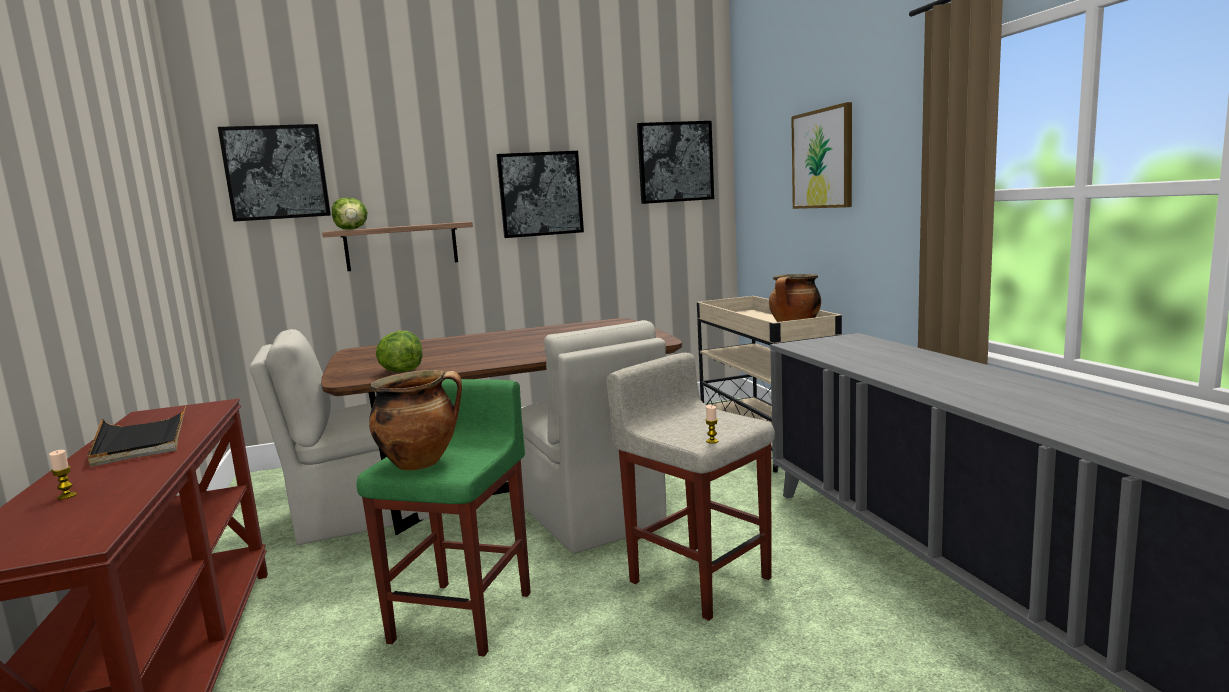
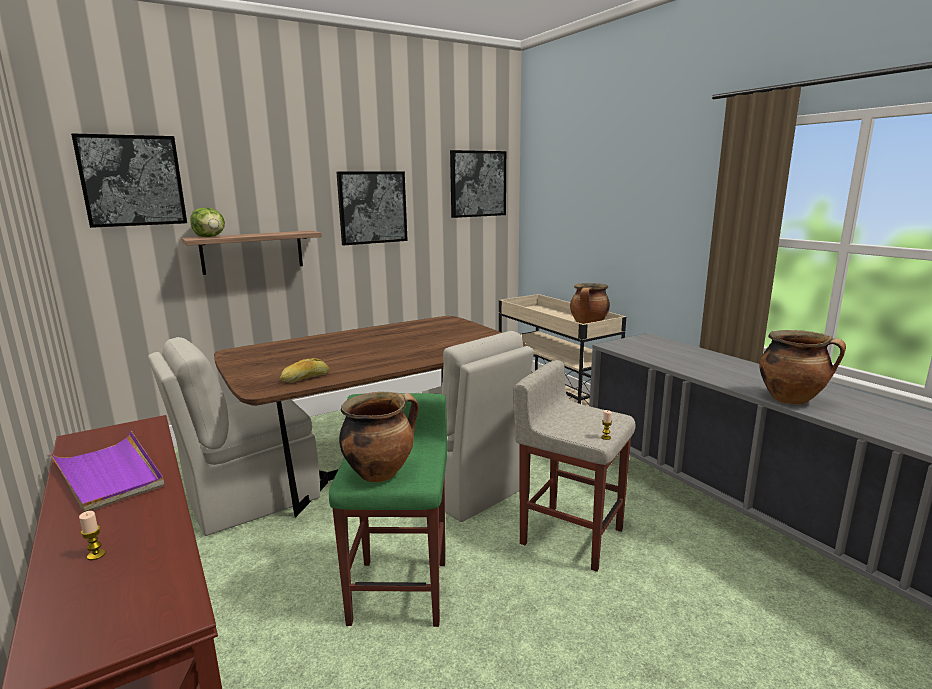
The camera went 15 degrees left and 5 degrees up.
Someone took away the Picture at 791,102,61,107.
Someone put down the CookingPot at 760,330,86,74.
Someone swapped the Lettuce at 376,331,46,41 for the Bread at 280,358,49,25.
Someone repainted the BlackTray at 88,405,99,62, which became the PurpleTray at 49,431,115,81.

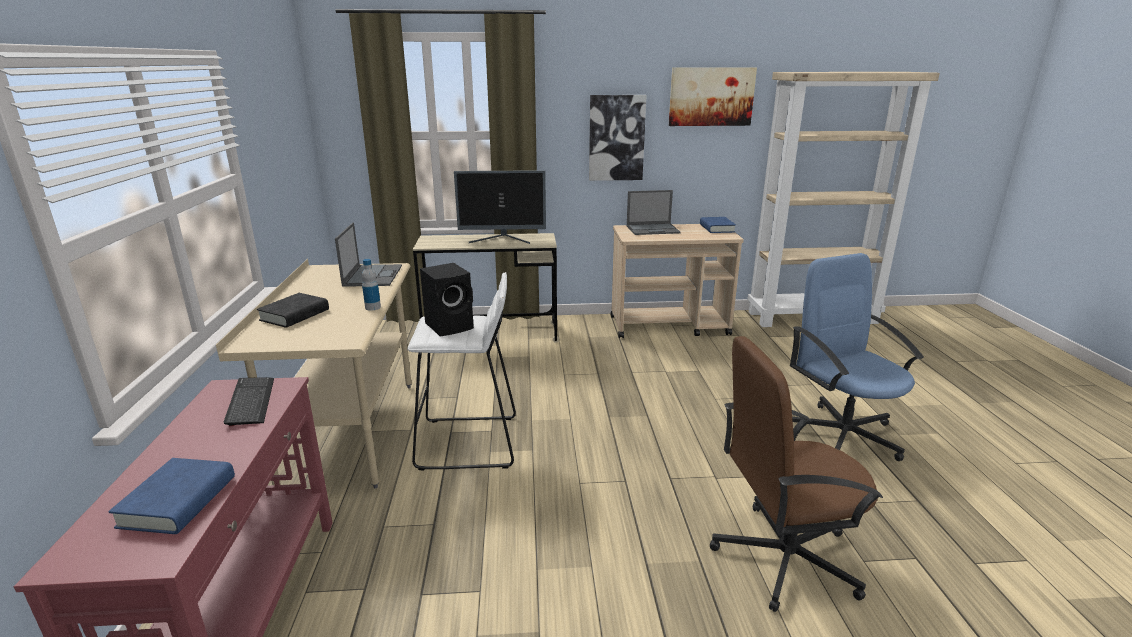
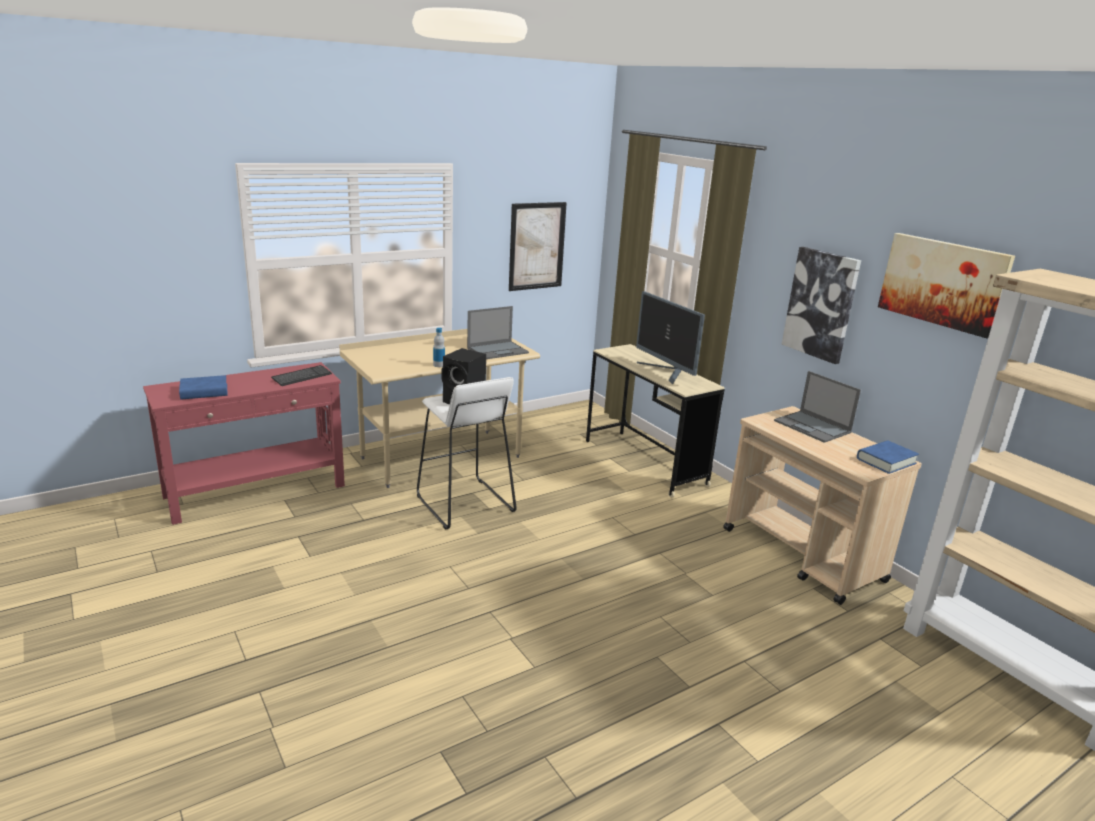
The camera went 60 degrees right and 0 degrees up.
Someone took away the BlackBook at 257,293,72,35.
Someone took away the BrownOfficeChair at 710,336,173,276.
Someone took away the BlueOfficeChair at 790,253,134,208.
Someone put up the Picture at 509,202,58,89.

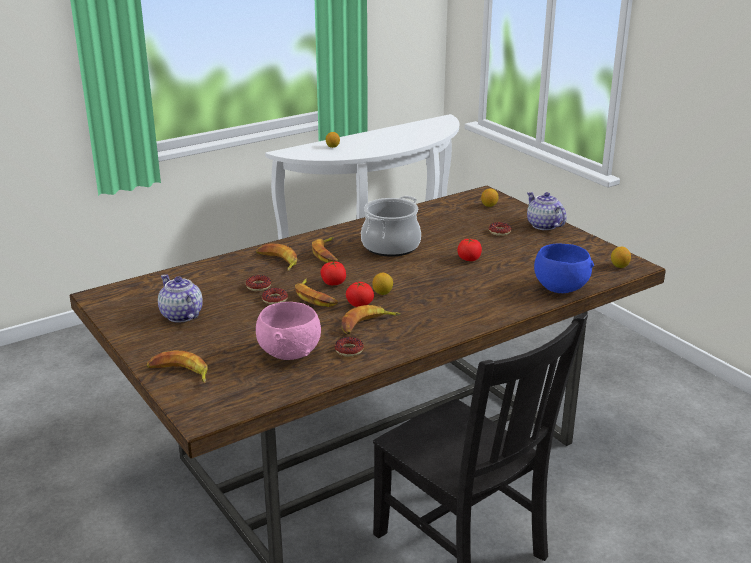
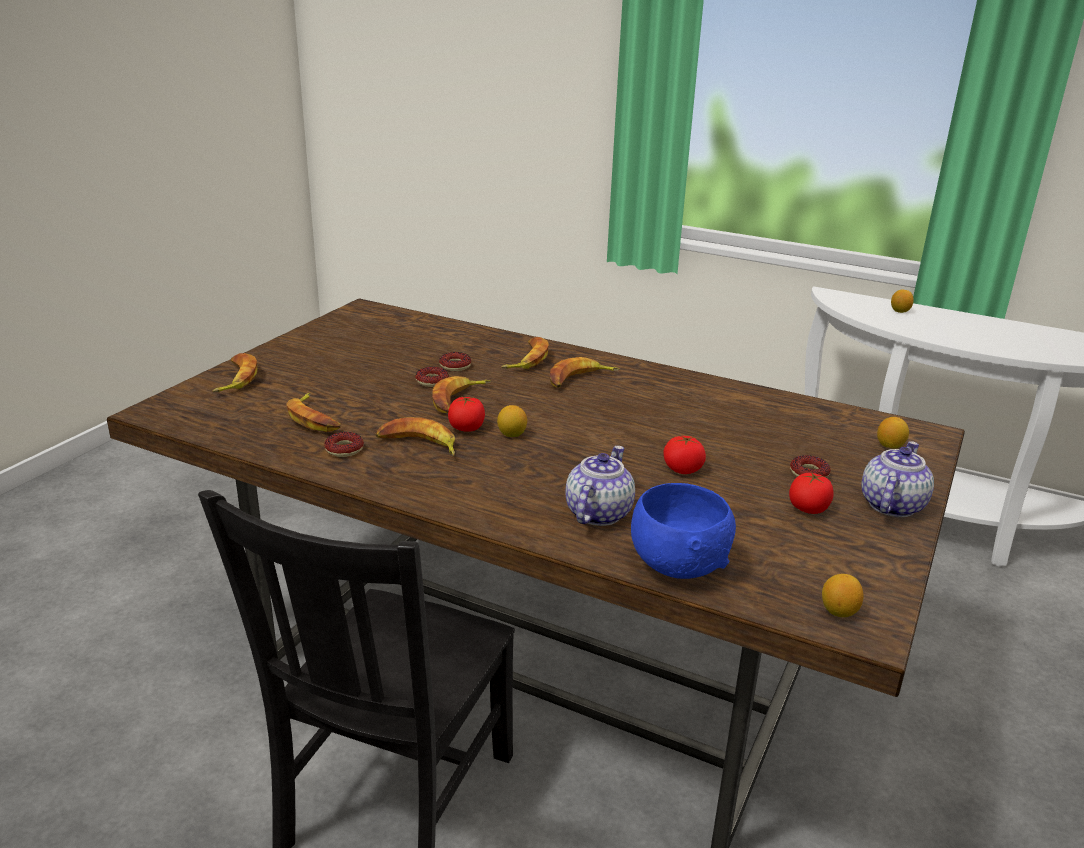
The camera went 60 degrees right and 0 degrees up.
Someone took away the CookingPot at 361,196,60,61.
Someone carried the Teapot from 158,274,45,49 to 565,446,70,80.
Someone carried the Tomato from 320,261,26,24 to 789,472,45,42.
Someone swapped the PinkBowl at 256,302,65,58 for the Banana at 287,393,53,39.

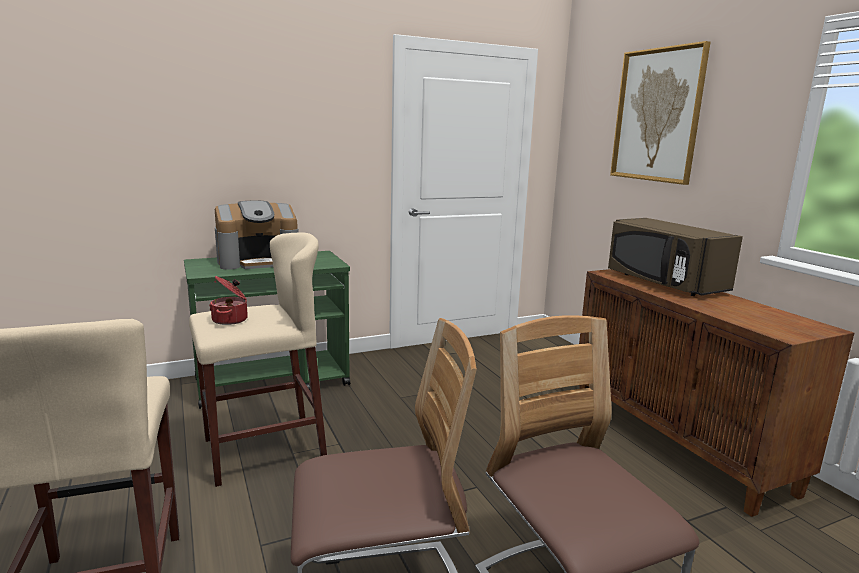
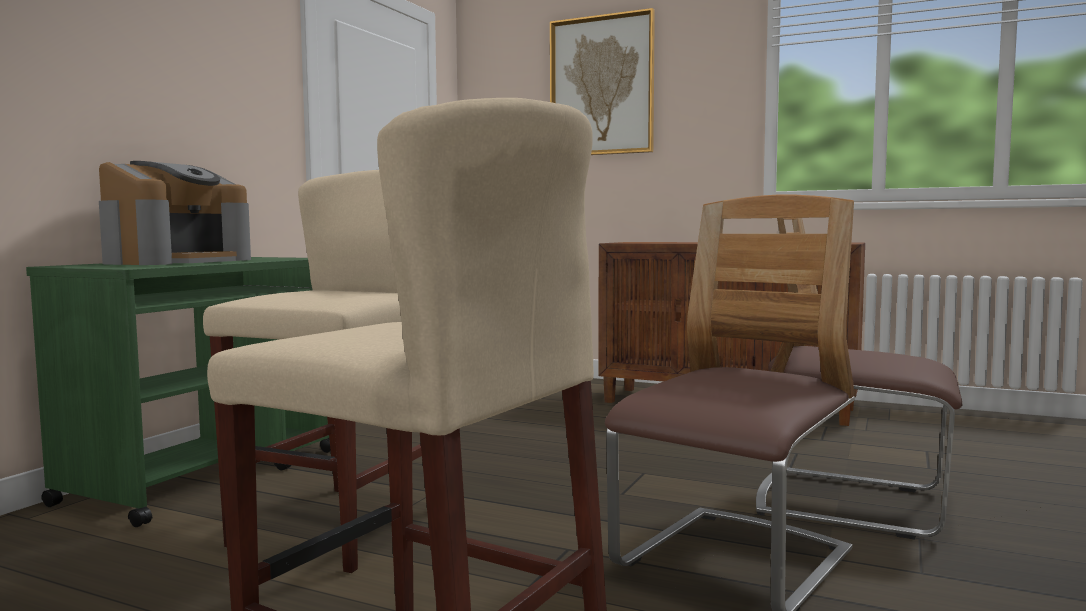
The camera went 40 degrees left and 10 degrees down.
Someone took away the CookingPot at 209,276,39,49.
Someone took away the BrownMicrowave at 608,218,135,78.

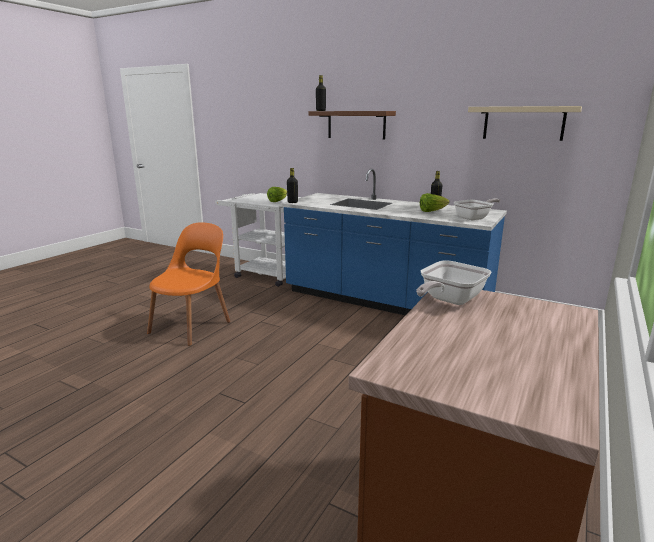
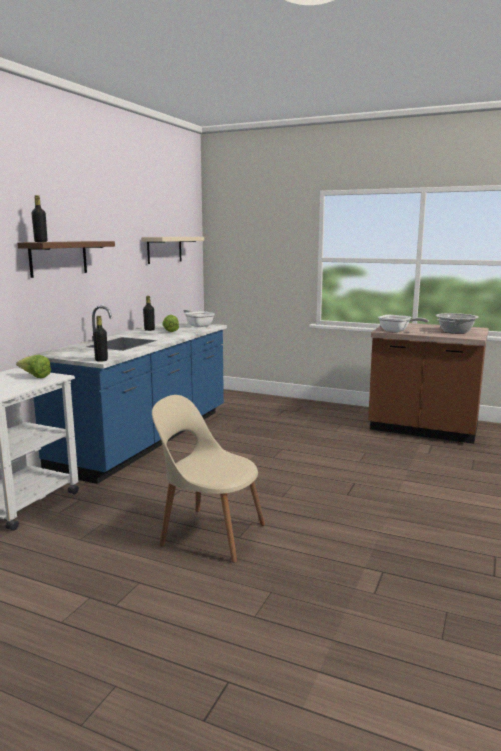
The camera went 95 degrees left and 5 degrees down.
Someone put down the CookingPot at 436,313,43,21.
Someone repainted the OrangeChair at 147,222,84,124, which became the BeigeChair at 152,395,113,168.

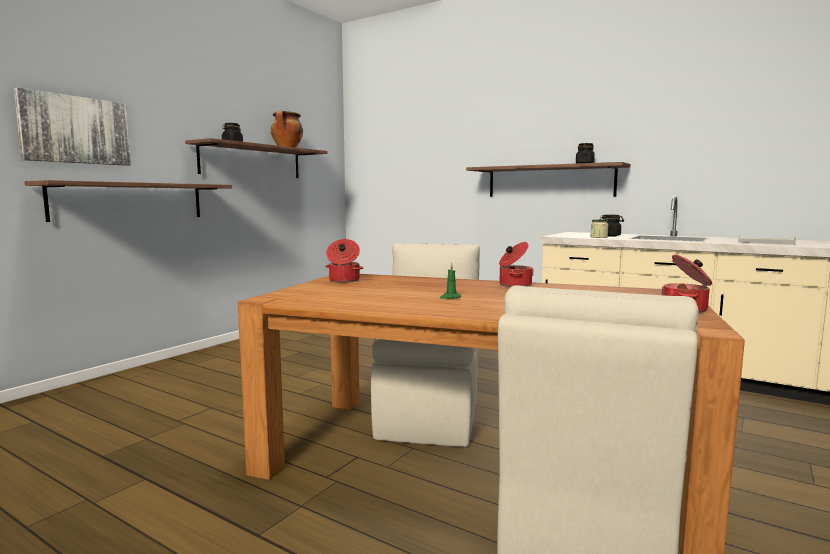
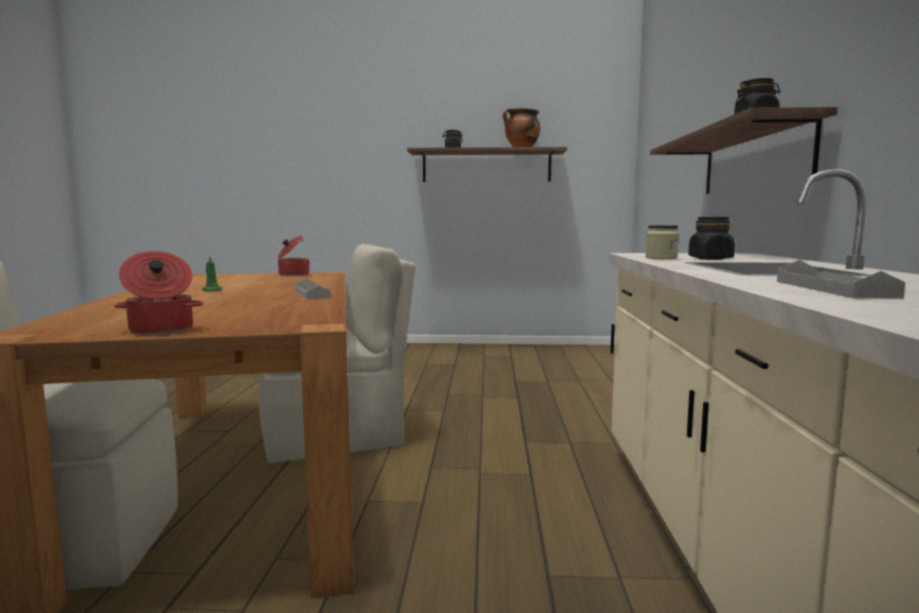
The camera went 60 degrees right and 0 degrees up.
Someone took away the Picture at 14,87,117,79.
Someone took away the Shelf at 24,180,208,42.
Someone swapped the CookingPot at 499,242,35,45 for the GreyTray at 295,279,36,21.

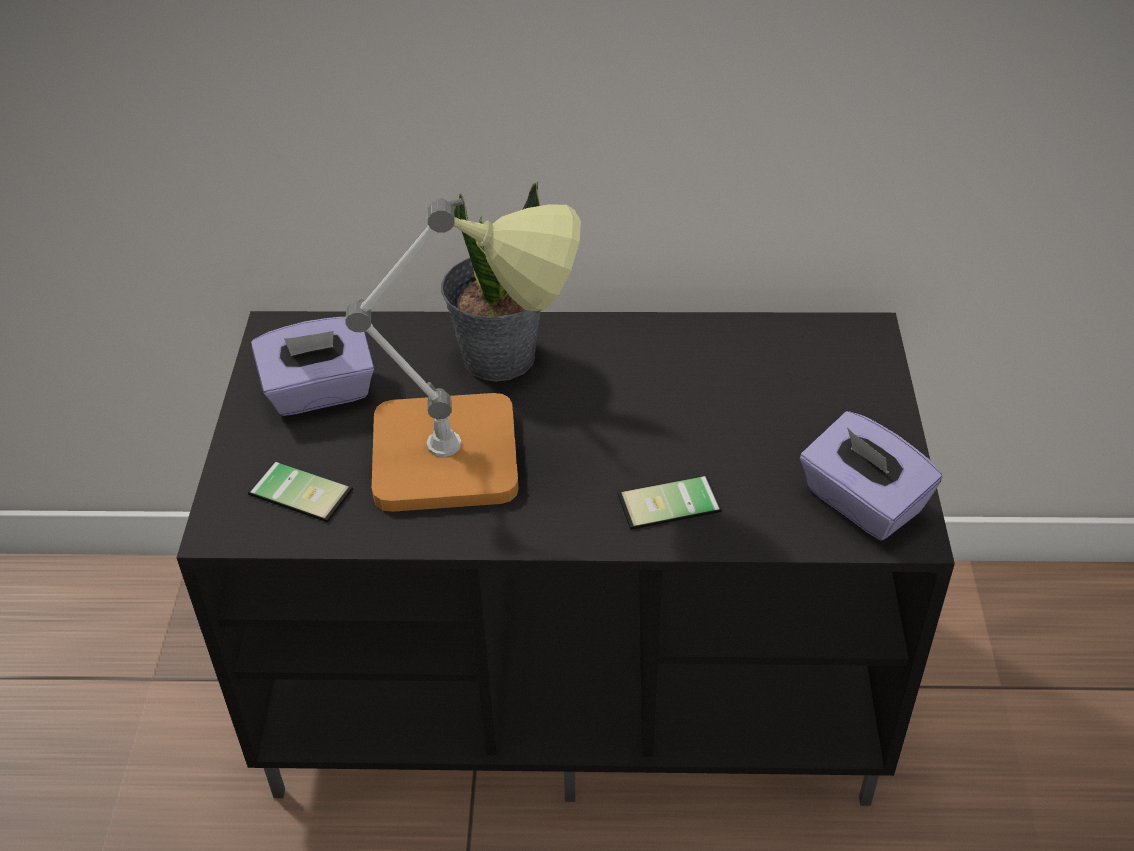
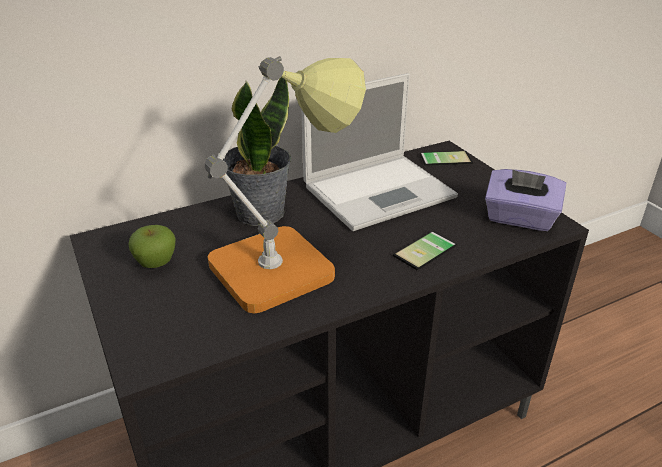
The camera went 30 degrees left and 10 degrees down.
Someone put down the Laptop at 301,73,157,158.
Someone carried the Phone from 248,461,105,61 to 420,151,53,15.
Someone swapped the PurpleTissueBox at 251,317,123,99 for the Apple at 128,225,48,43.

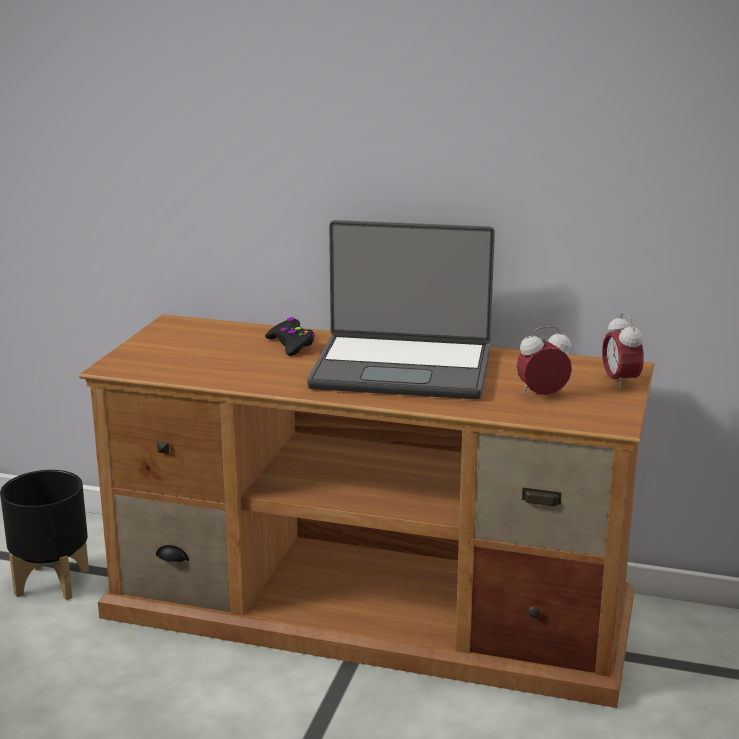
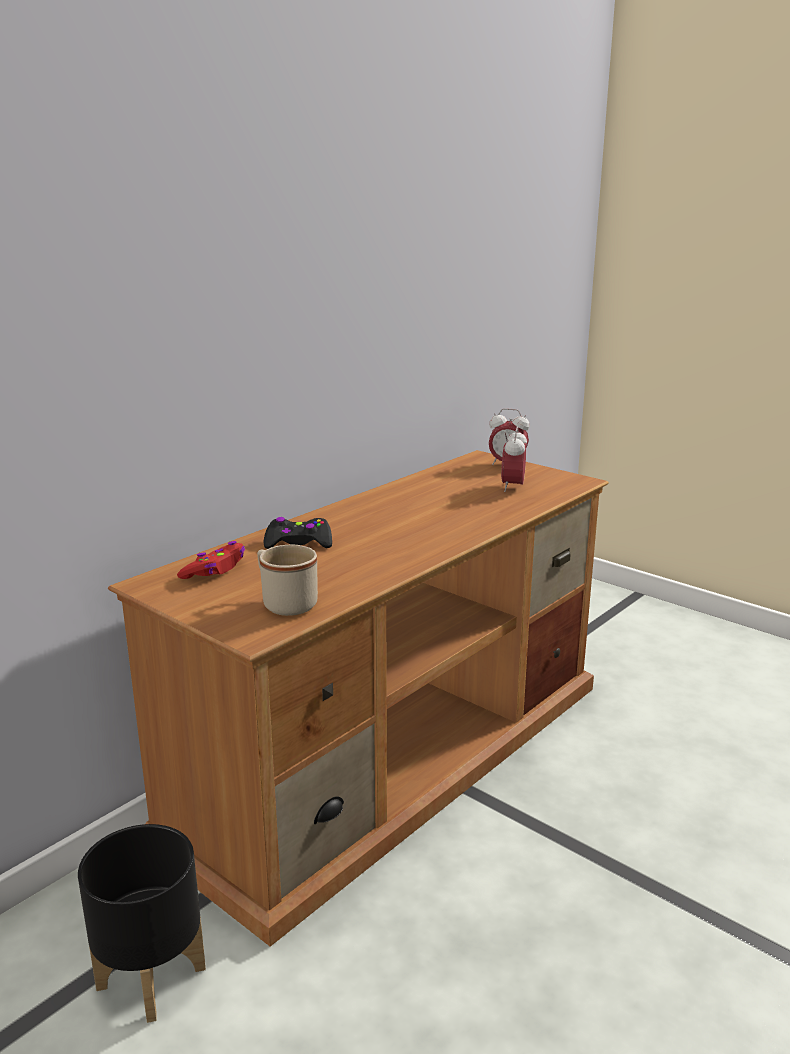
The camera went 65 degrees left and 0 degrees up.
Someone took away the Laptop at 307,220,188,179.
Someone put down the RedGameController at 177,541,68,38.
Someone put down the BeigeMug at 257,545,61,71.

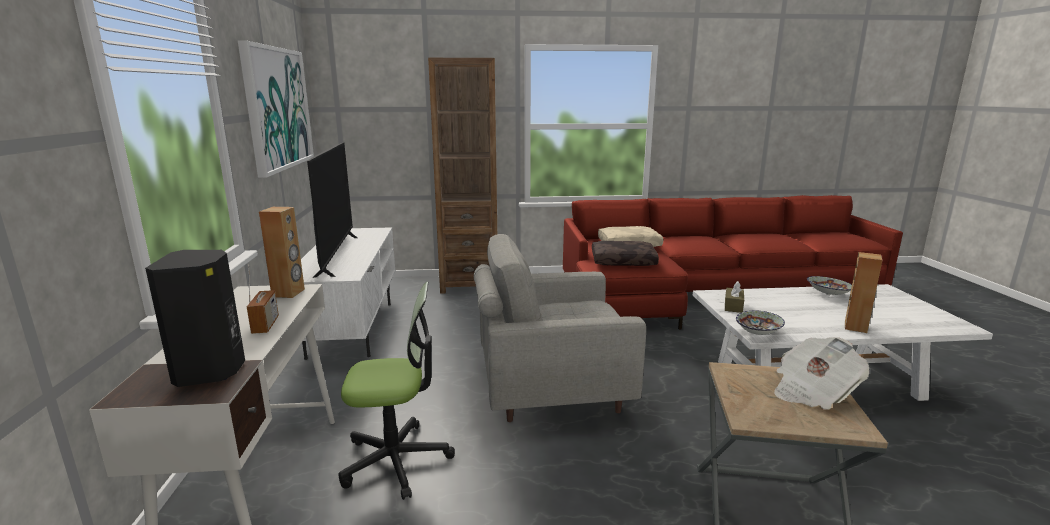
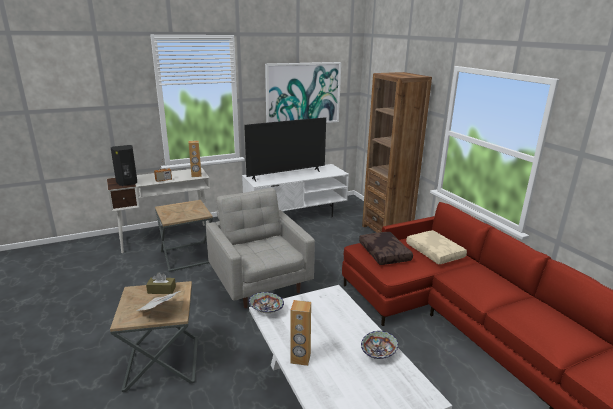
The camera went 70 degrees right and 5 degrees up.
Someone carried the BrownTissueBox from 725,281,19,32 to 146,273,30,21.
Someone swapped the OfficeChair at 338,282,117,218 for the BrownSideTable at 155,200,58,72.

